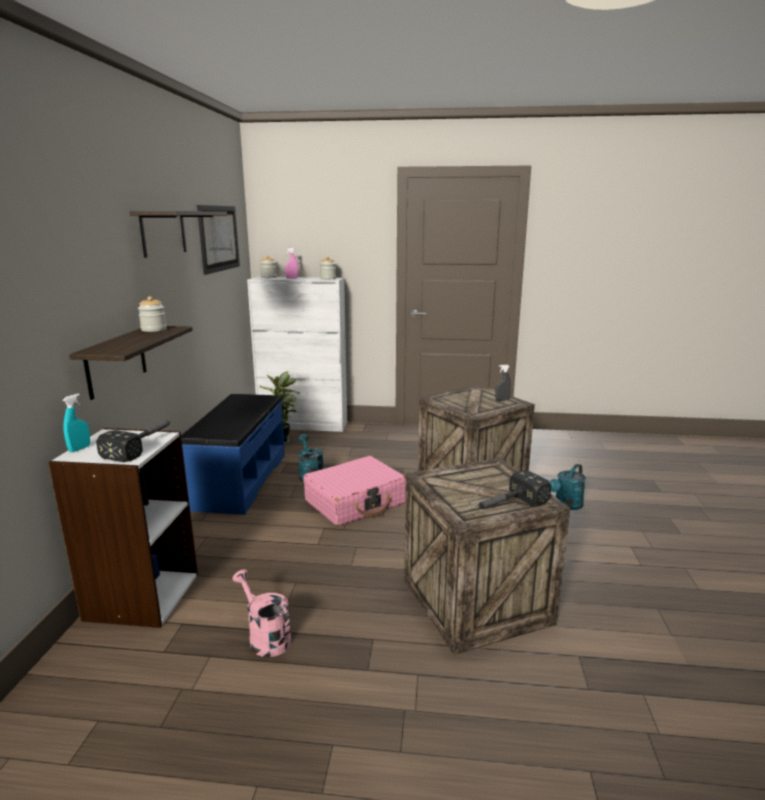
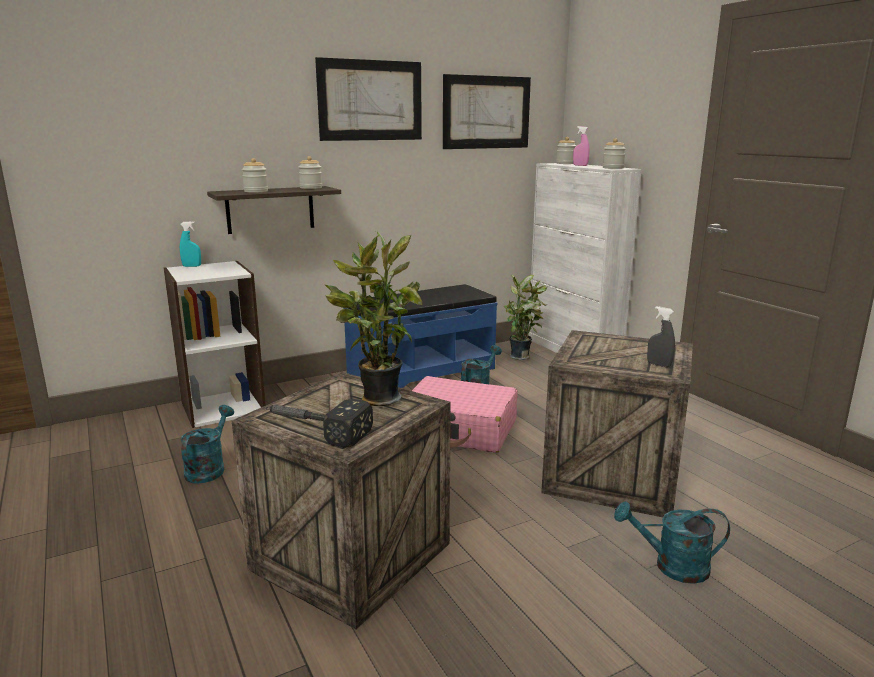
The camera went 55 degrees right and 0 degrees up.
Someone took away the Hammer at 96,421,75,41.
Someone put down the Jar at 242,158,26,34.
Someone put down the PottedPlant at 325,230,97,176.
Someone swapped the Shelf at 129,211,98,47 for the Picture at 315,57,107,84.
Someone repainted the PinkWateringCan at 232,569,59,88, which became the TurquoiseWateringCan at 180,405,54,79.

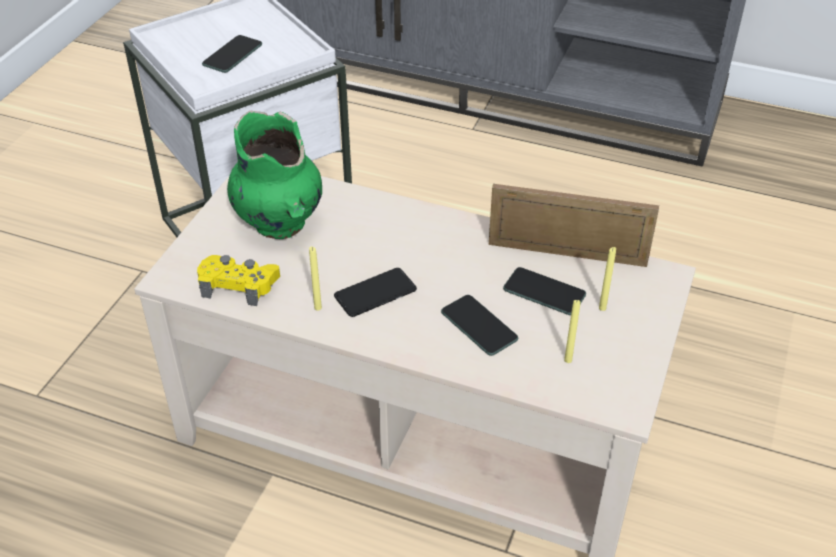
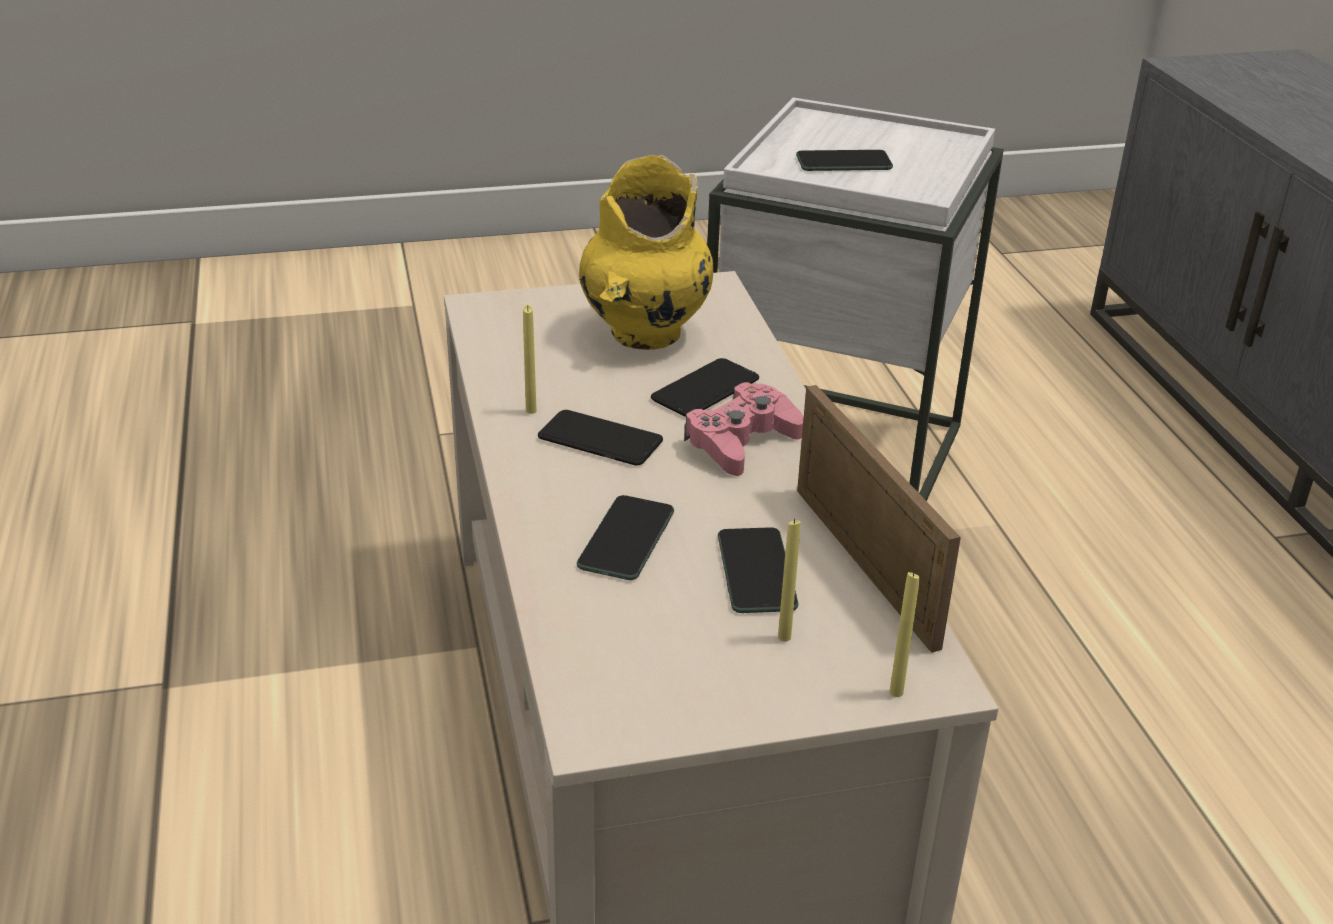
The camera went 55 degrees right and 10 degrees down.
Someone took away the YellowGameController at 197,255,83,51.
Someone put down the Phone at 651,358,108,59.
Someone put down the PinkGameController at 684,382,120,94.
Someone carried the YellowCandle from 564,300,17,63 to 889,571,31,126.
Someone repainted the GreenVase at 227,111,95,128, which became the YellowVase at 579,155,134,195.

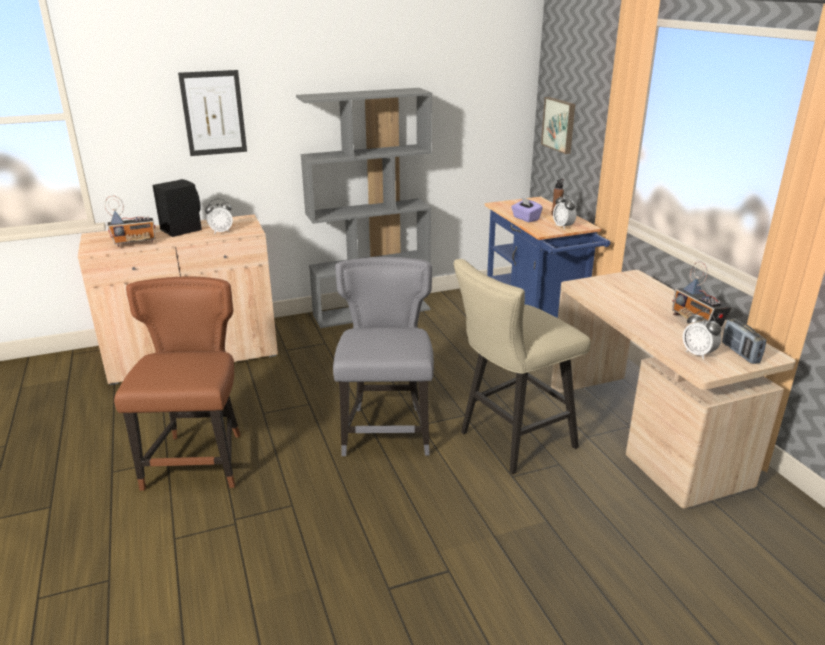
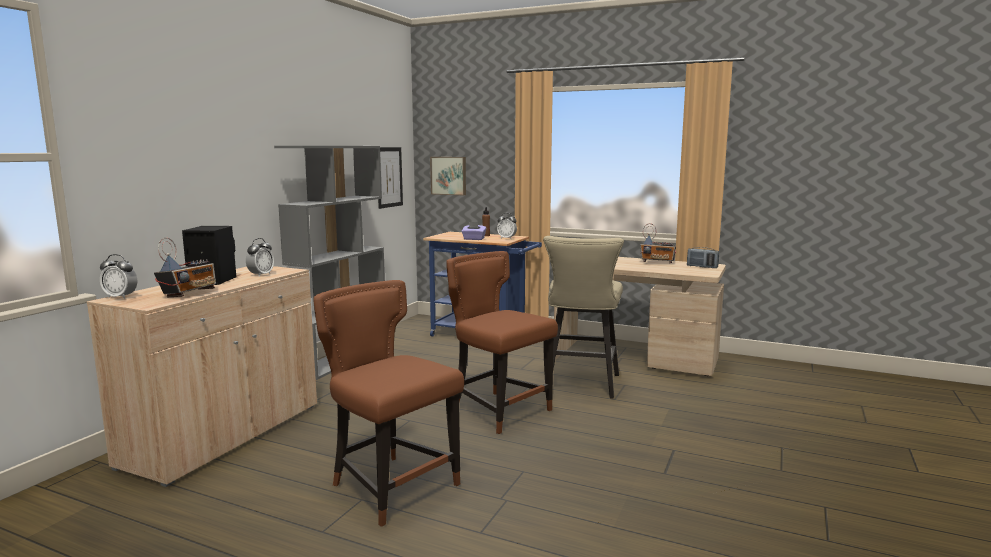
The camera went 45 degrees left and 15 degrees down.
Someone carried the Picture from 178,70,69,86 to 378,147,25,62.
Someone carried the AlarmClock from 683,311,38,49 to 100,254,37,45.
Someone repainted the GreyChair at 333,257,101,199, which became the BrownChair at 446,251,112,183.

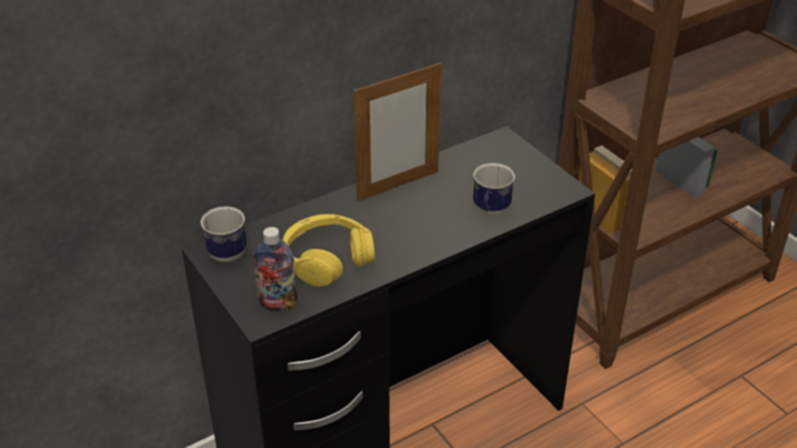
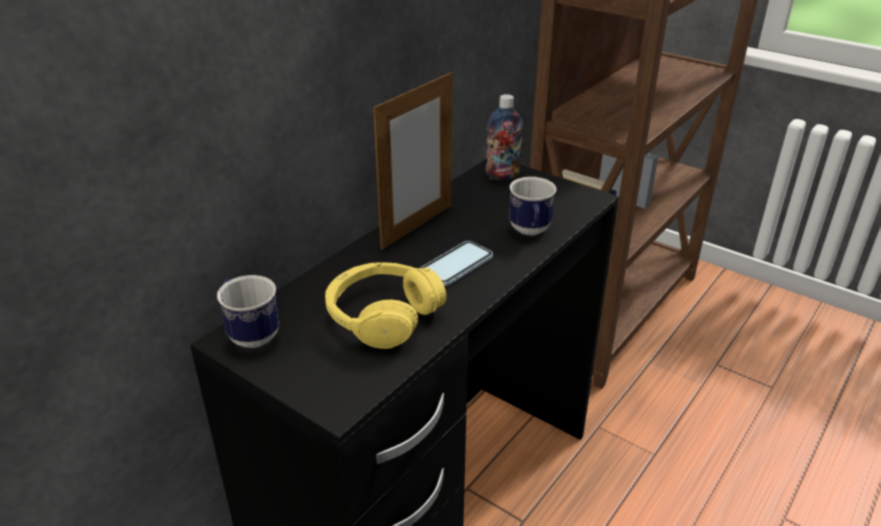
The camera went 20 degrees left and 5 degrees down.
Someone put down the Phone at 419,241,74,45.
Someone carried the Bottle from 253,227,45,85 to 486,94,37,86.

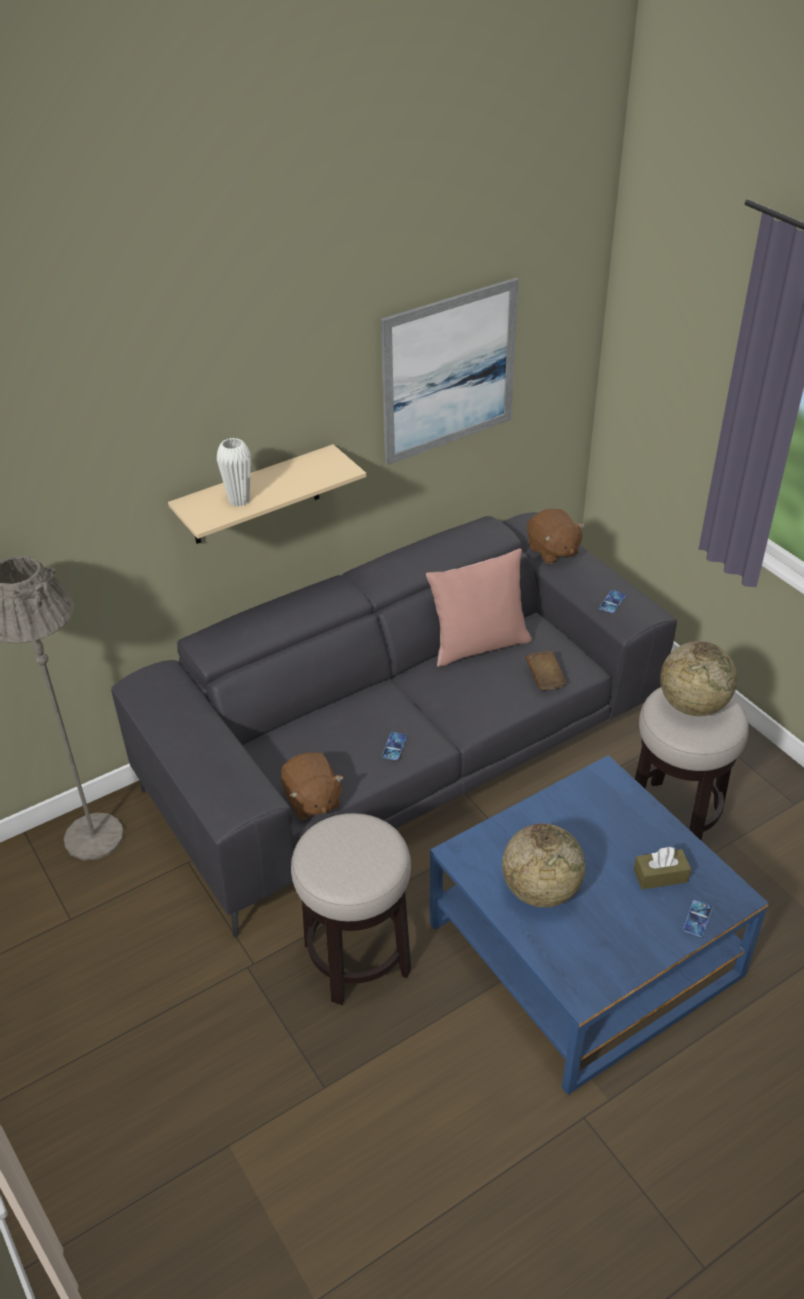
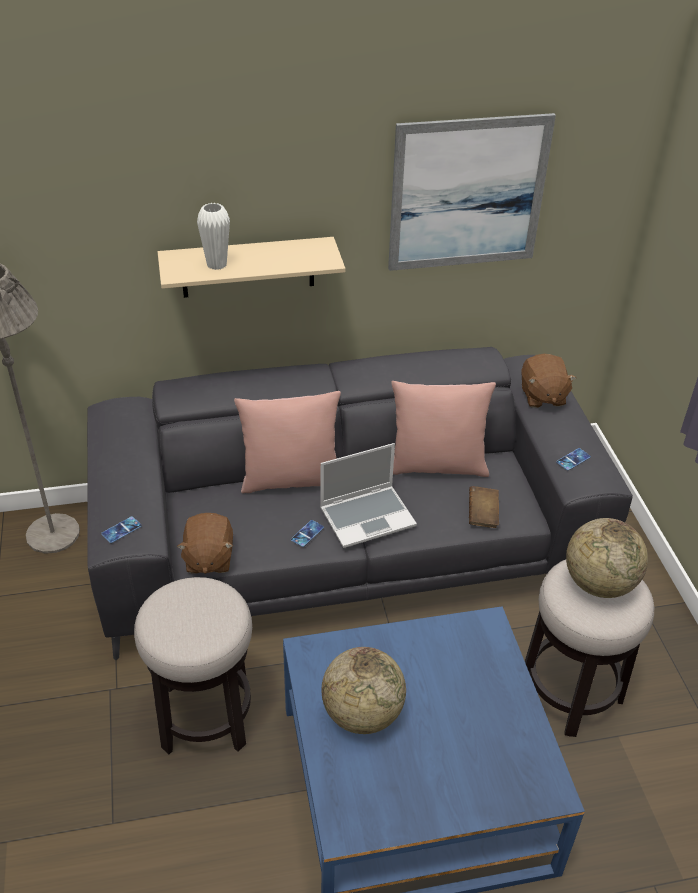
The camera went 20 degrees right and 0 degrees up.
Someone took away the BrownTissueBox at 634,847,57,43.
Someone put down the PinkPillow at 234,391,107,102.
Someone put down the Laptop at 320,443,97,105.
Someone carried the Phone from 683,900,29,37 to 101,516,41,27.

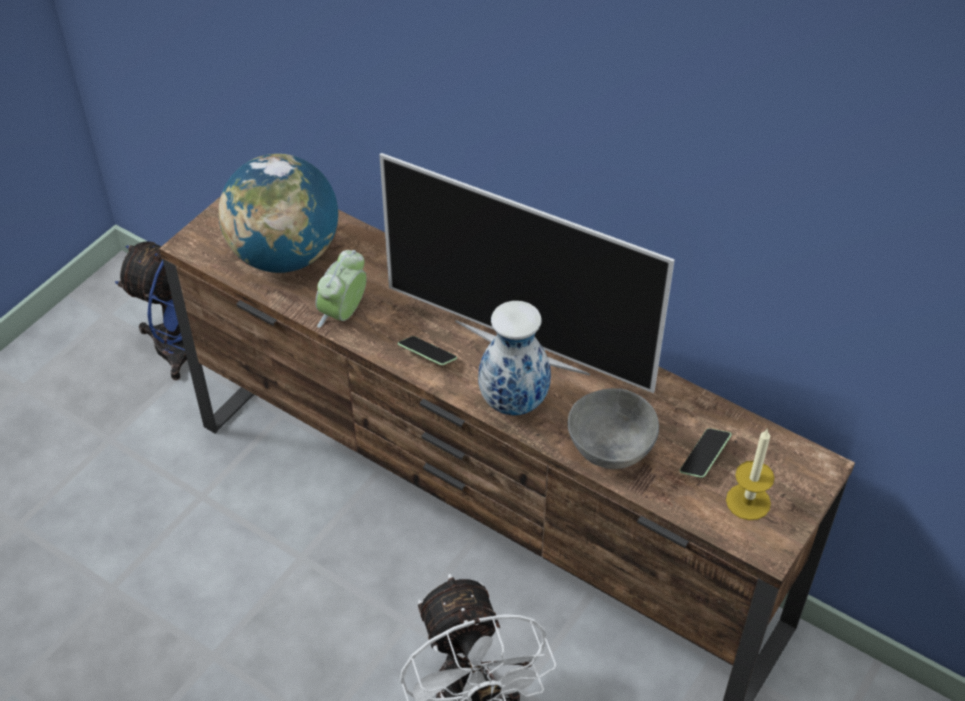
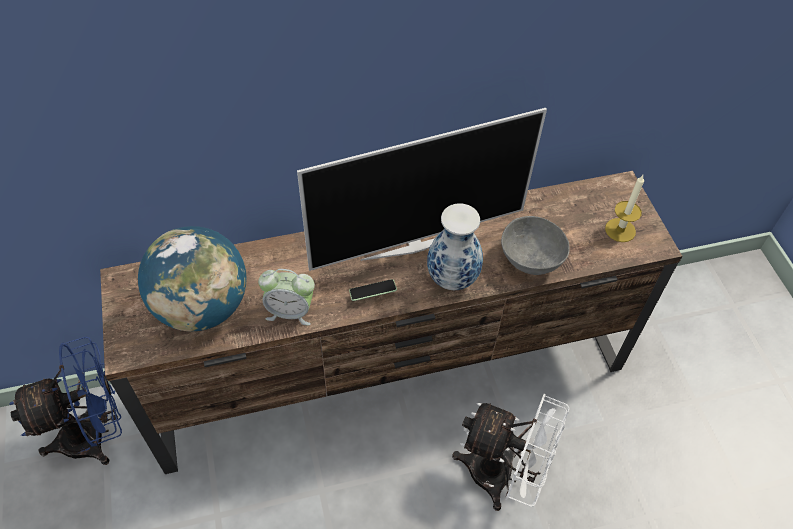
The camera went 50 degrees left and 5 degrees up.
Someone took away the Phone at 679,428,52,50.
Someone rotated the AlarmClock at 316,250,51,78 by 60 degrees counterclockwise.

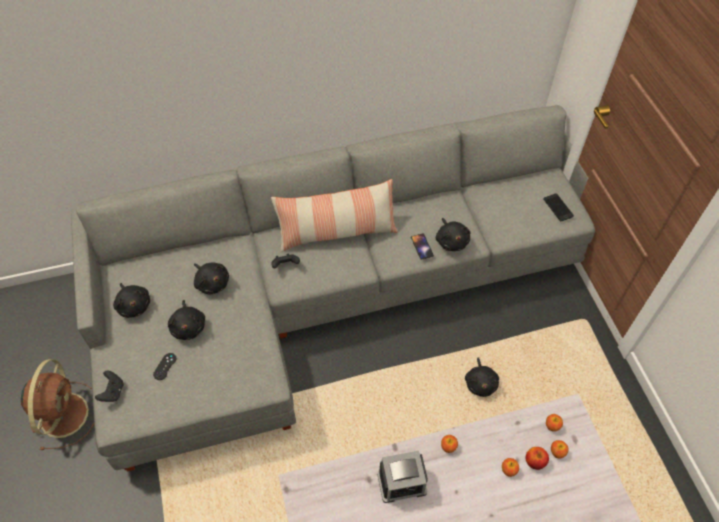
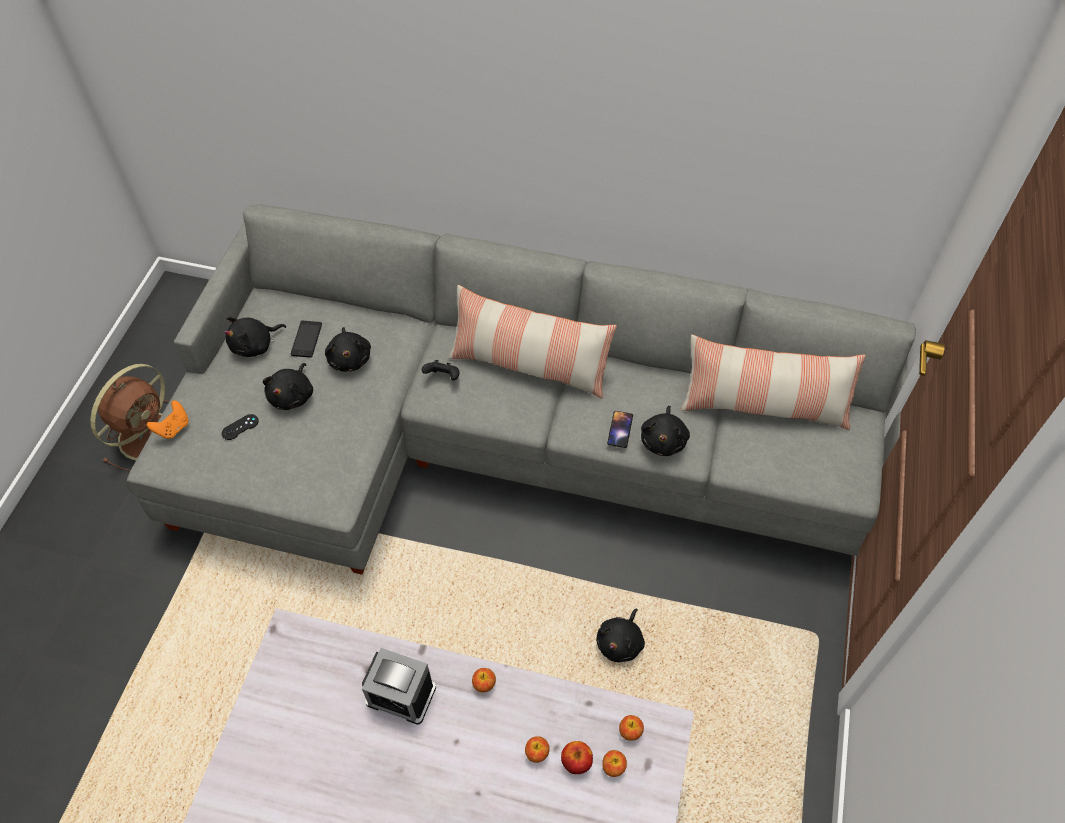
The camera went 30 degrees right and 0 degrees up.
Someone put down the Pillow at 681,335,185,95.
Someone carried the Phone from 543,193,31,29 to 291,321,31,37.
Someone repainted the BlackGameController at 95,370,29,32, which became the OrangeGameController at 147,401,42,38.
Someone rotated the BlackPlushToy at 113,283,37,35 by 60 degrees clockwise.

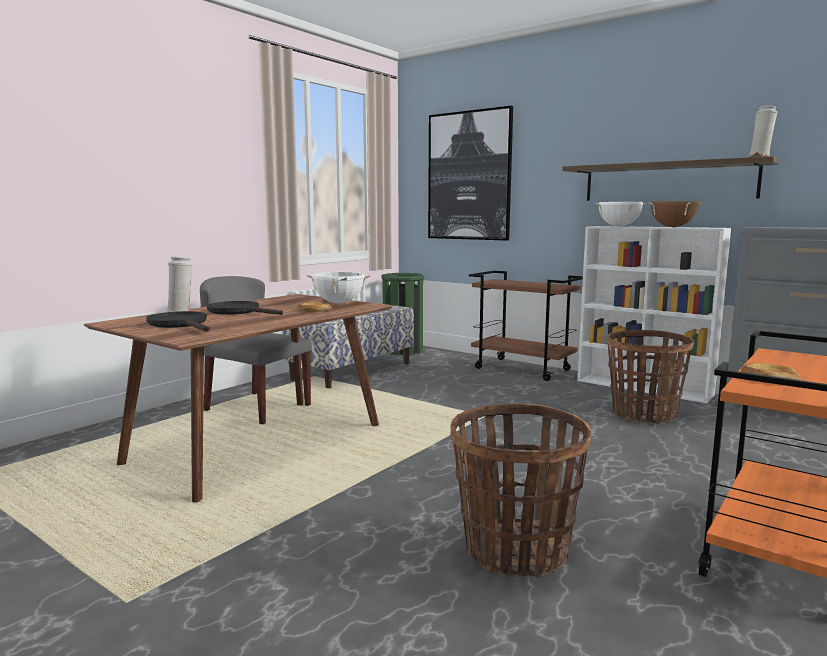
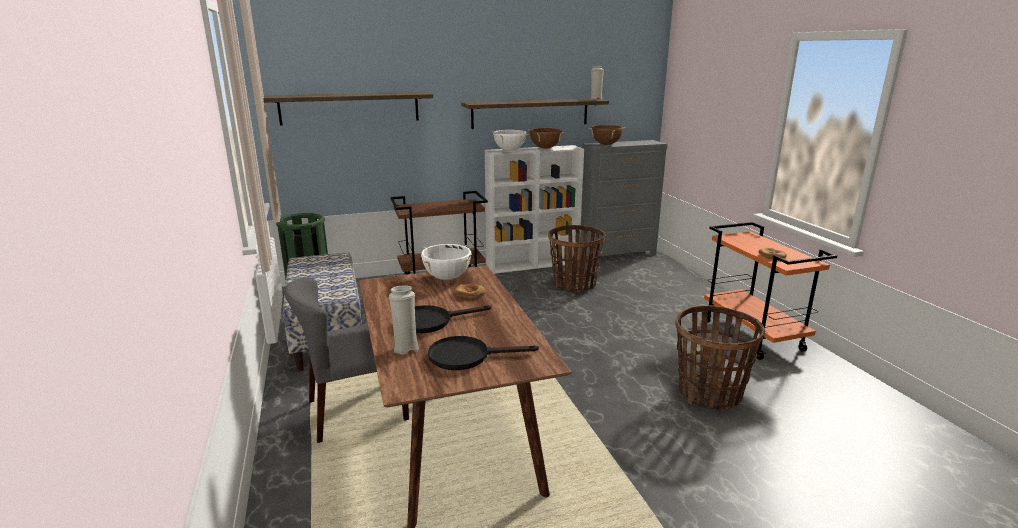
The camera went 55 degrees left and 10 degrees up.
Someone put down the BrownCookingPot at 589,125,37,20.
Someone swapped the Picture at 428,106,85,135 for the Shelf at 263,92,170,34.

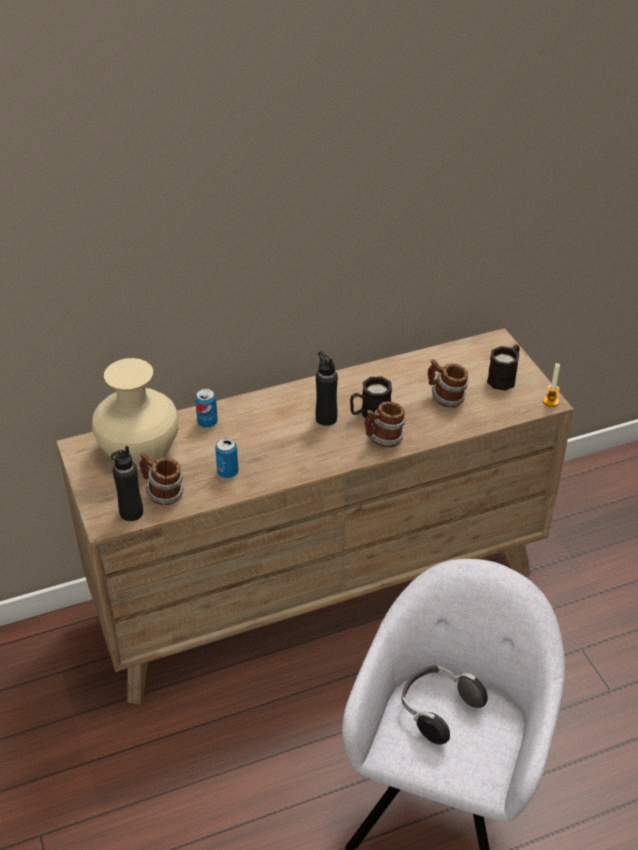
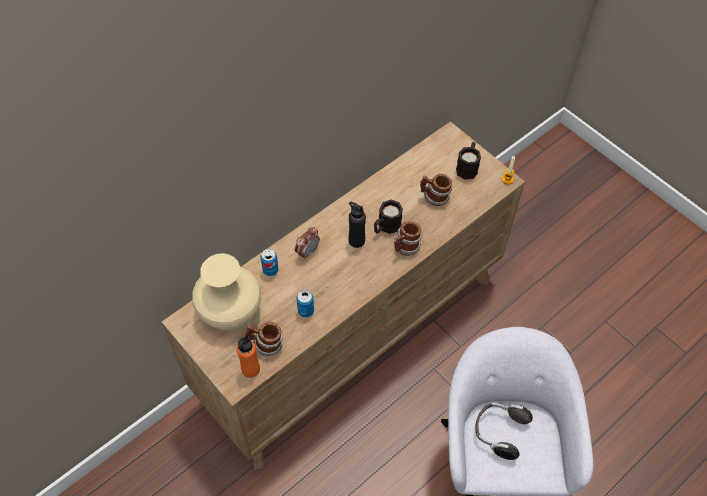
The camera went 20 degrees left and 15 degrees up.
Someone put down the AlarmClock at 295,227,25,33.
Someone repainted the BlackBottle at 111,446,32,75, which became the OrangeBottle at 237,334,23,44.

